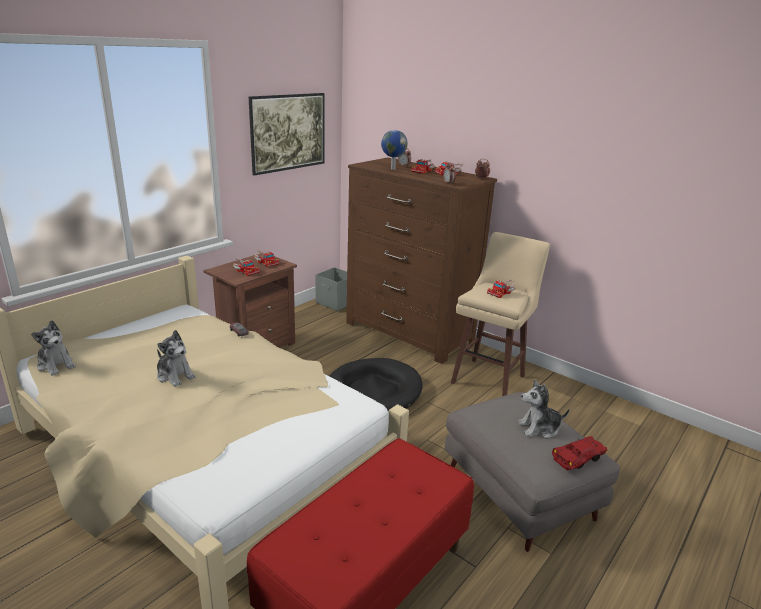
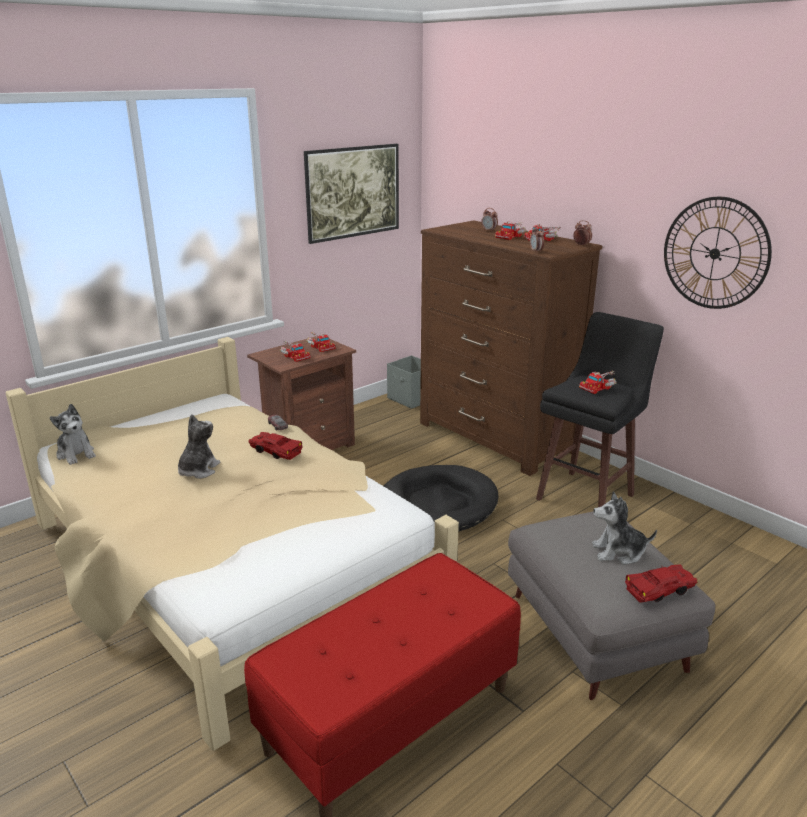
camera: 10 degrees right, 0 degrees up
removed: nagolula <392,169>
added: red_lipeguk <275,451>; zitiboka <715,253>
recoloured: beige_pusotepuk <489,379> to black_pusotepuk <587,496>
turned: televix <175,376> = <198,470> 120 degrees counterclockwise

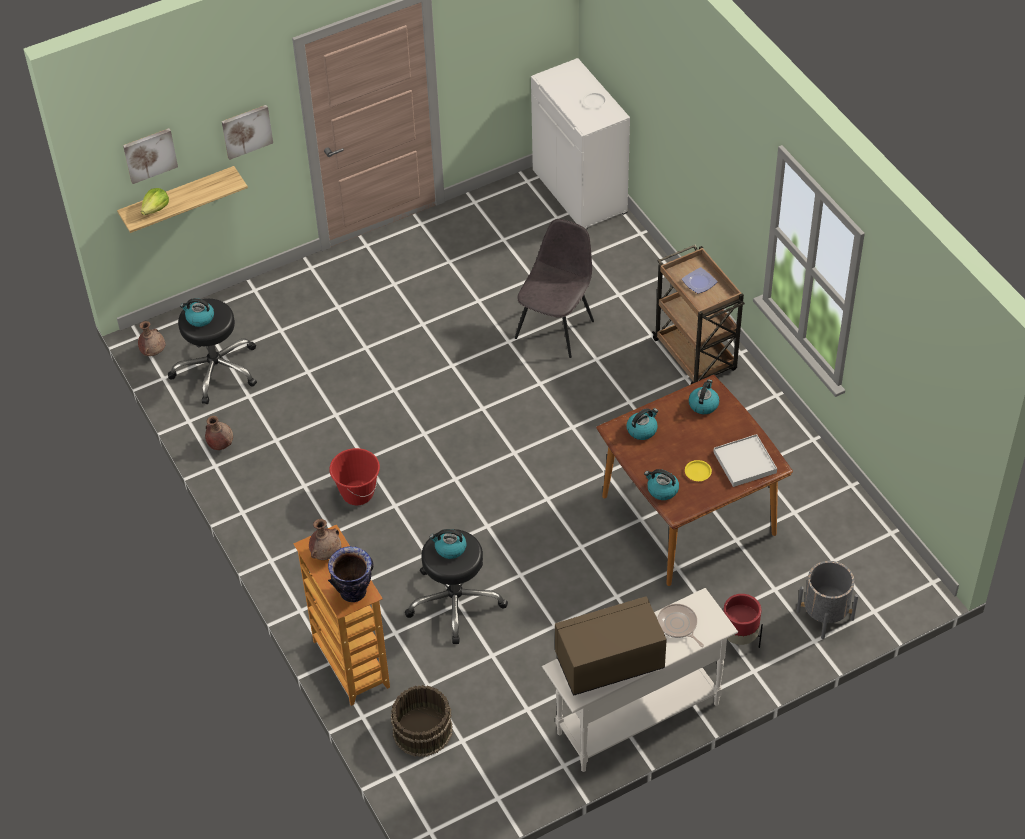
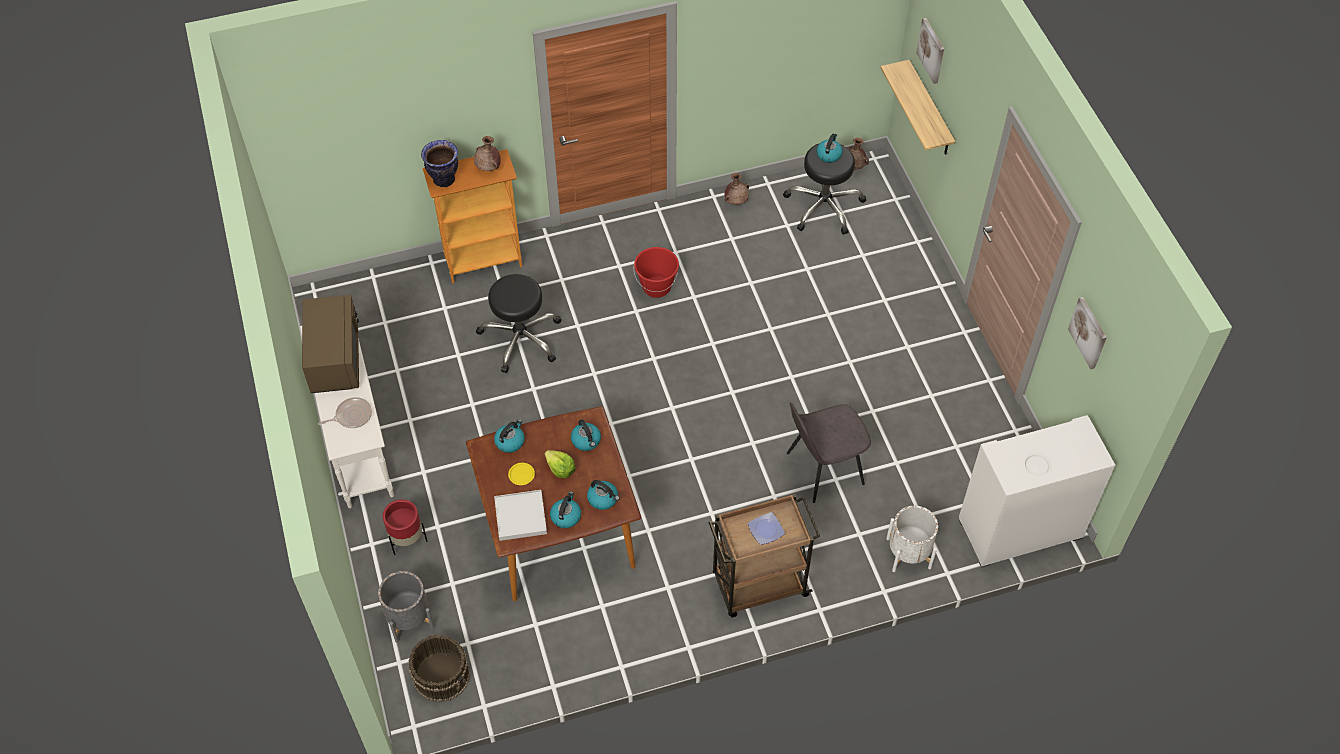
camera: 100 degrees right, 5 degrees up
added: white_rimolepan <908,553>
moved: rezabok <156,209> to <560,469>; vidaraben <246,131> to <1089,332>; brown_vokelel <422,730> to <441,675>; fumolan <450,548> to <566,516>
turned: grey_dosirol <555,328> = <822,469> 120 degrees clockwise

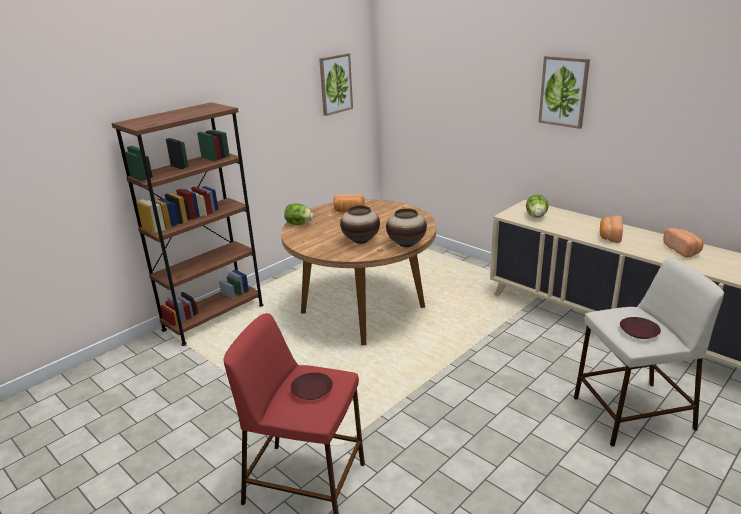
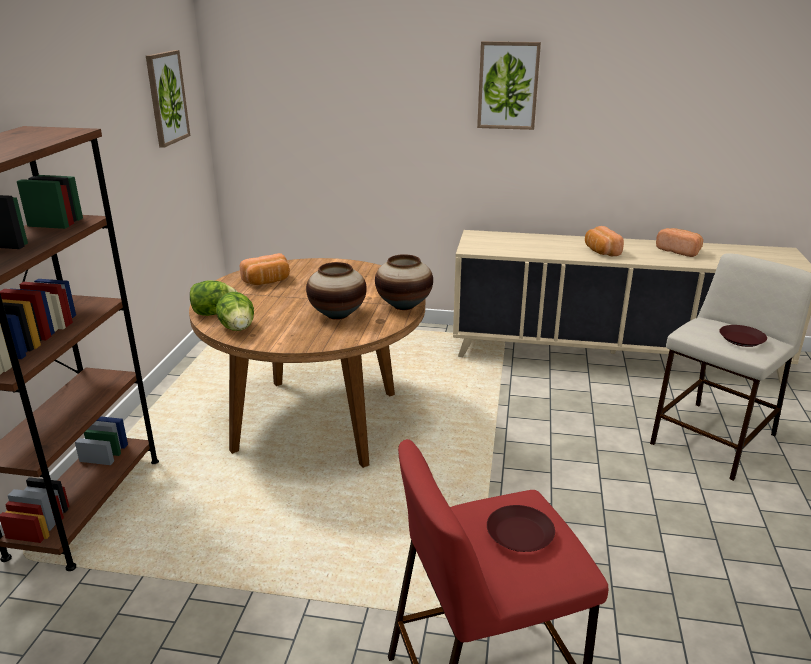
camera: 35 degrees left, 0 degrees up
moved: rezabok <536,216> to <237,328>

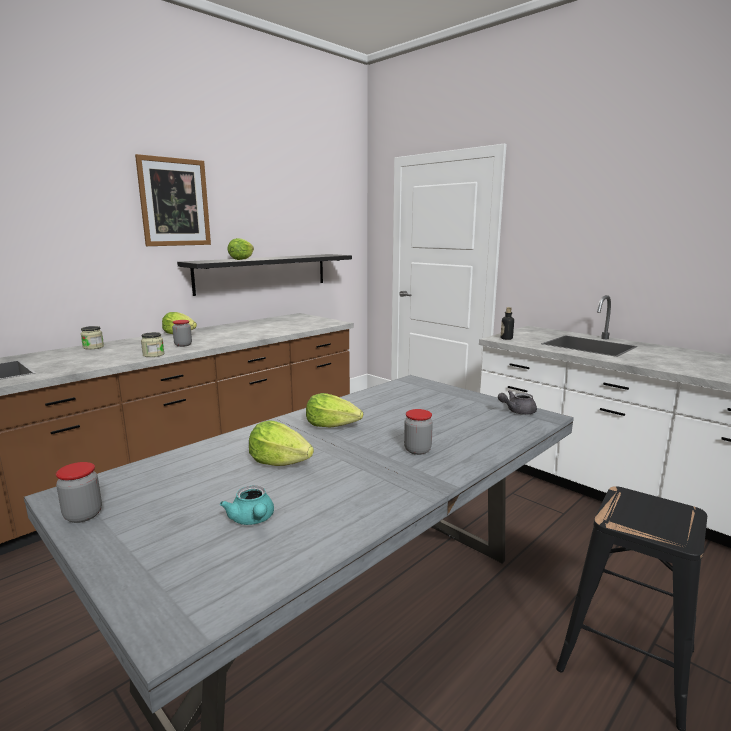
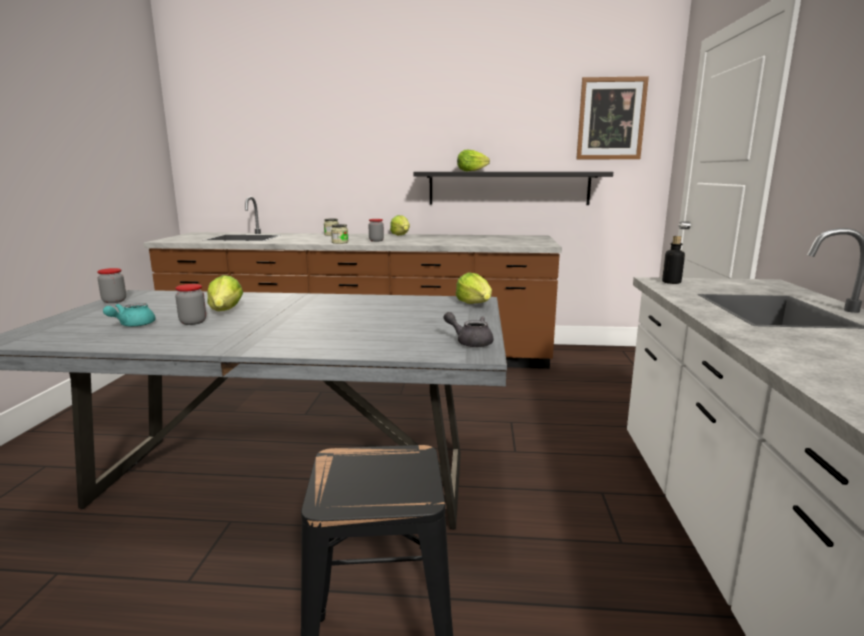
camera: 50 degrees right, 0 degrees up
moved: vidaraben <174,202> to <611,119>; rezabok <332,425> to <475,304>; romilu <417,450> to <193,322>

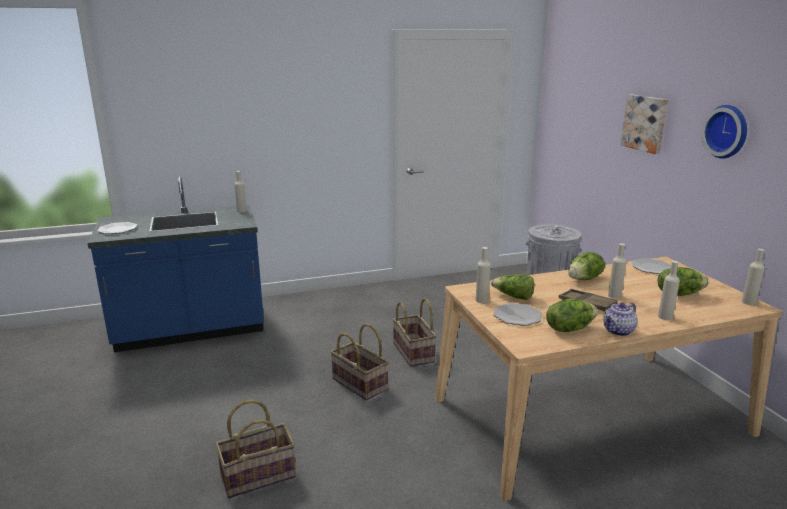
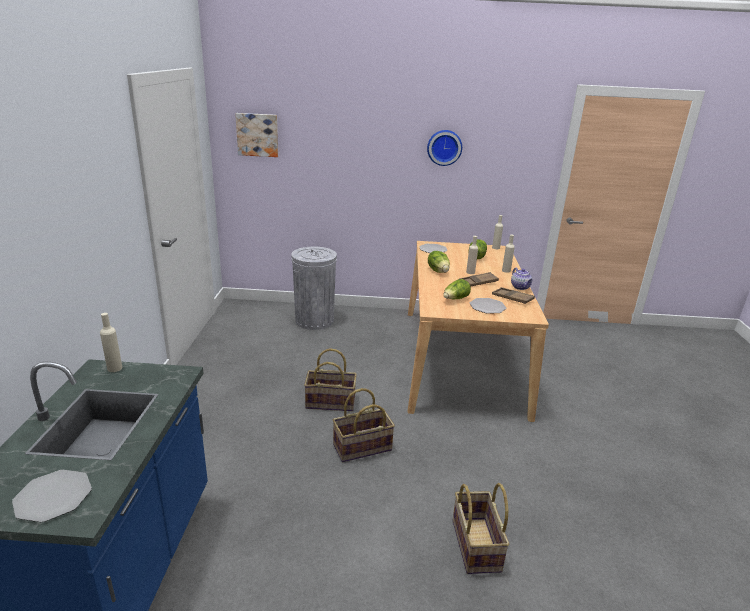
camera: 70 degrees left, 5 degrees up
removed: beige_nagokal <482,300>
moved: vidaraben <645,123> to <257,134>
replaced: rezabok <569,328> to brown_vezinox <512,298>

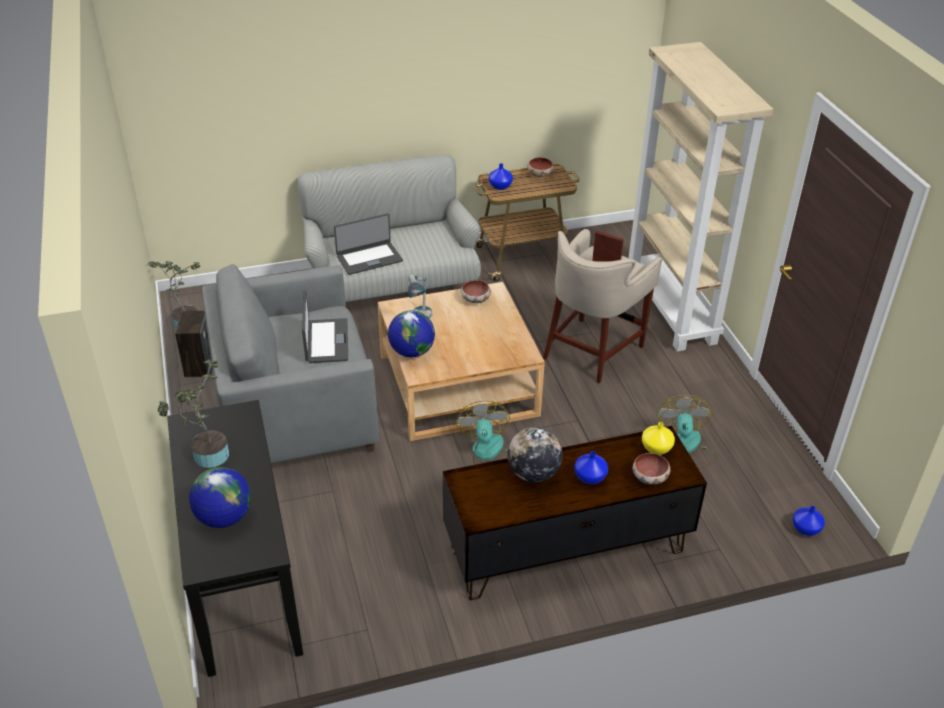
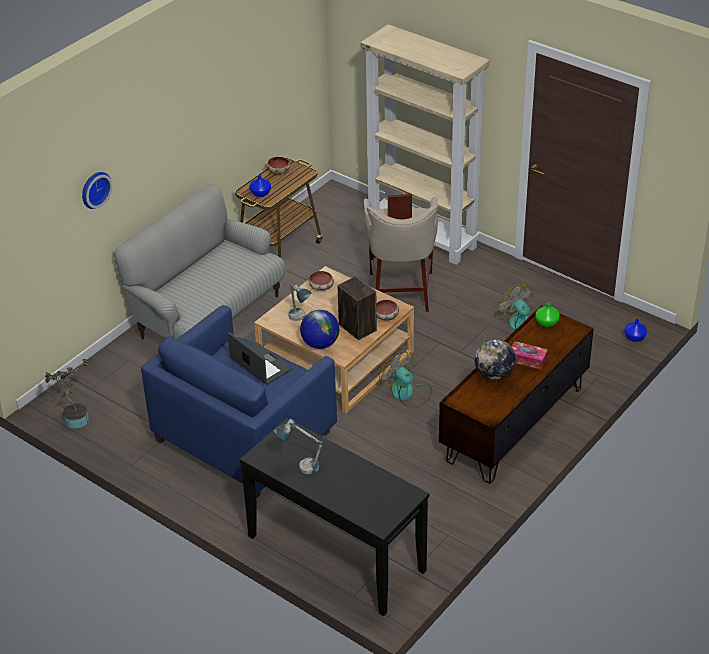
camera: 35 degrees left, 0 degrees up
removed: nagolula <224,517>; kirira <369,258>
added: zitiboka <94,189>
moved: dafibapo <200,365> to <357,328>; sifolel <649,478> to <386,317>
replaced: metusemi <207,456> to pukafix <300,467>; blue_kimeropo <589,477> to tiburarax <527,359>
recoloured: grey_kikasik <296,413> to blue_kikasik <245,437>; yellow_kimeropo <656,448> to green_kimeropo <547,323>

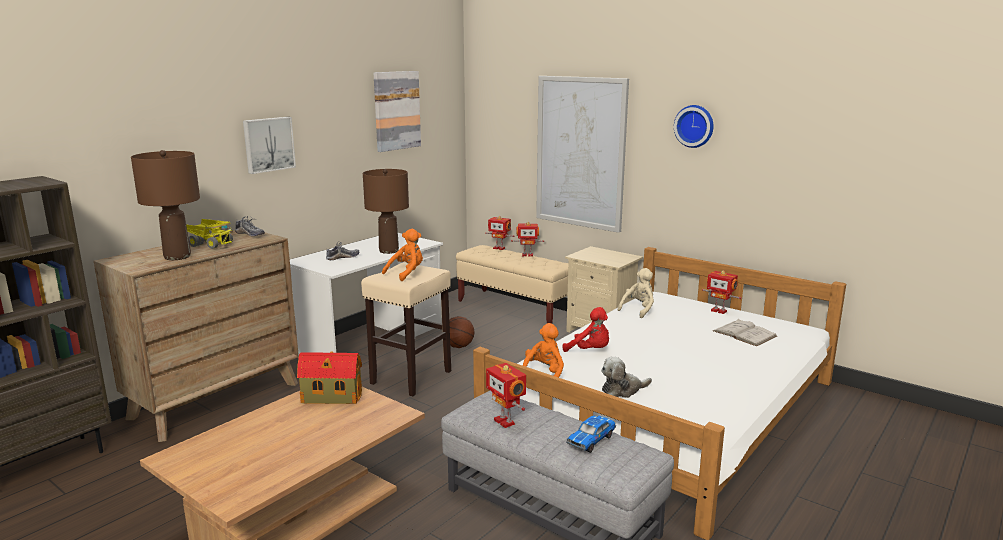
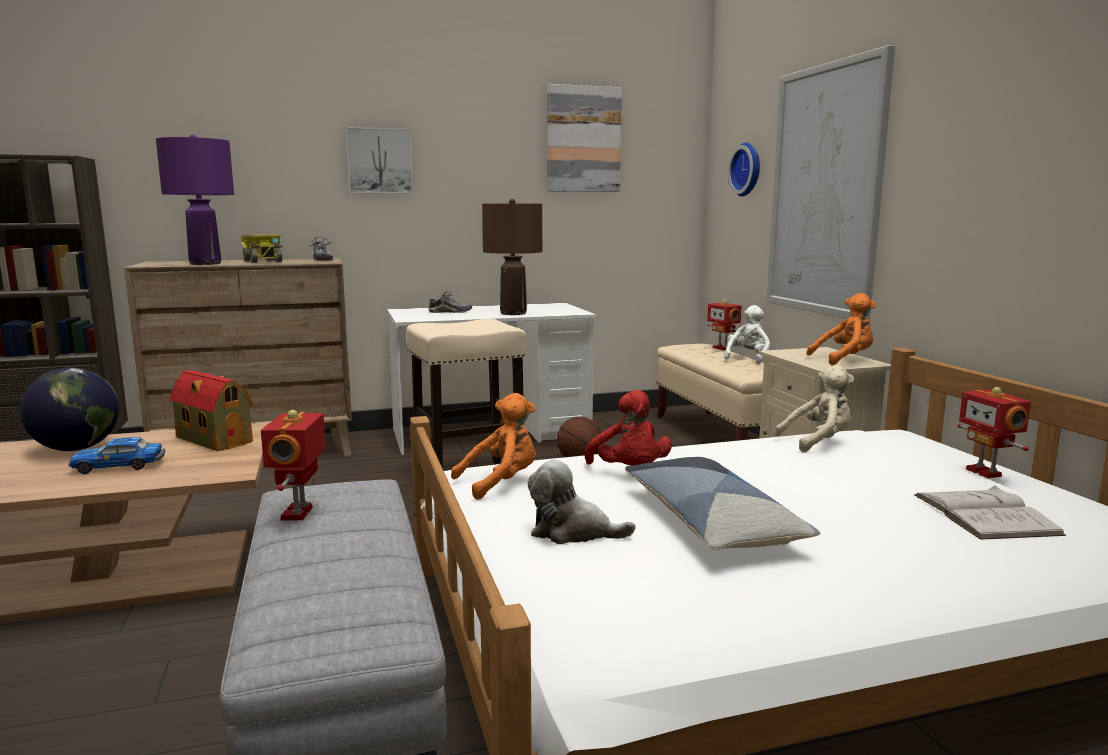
camera: 35 degrees right, 5 degrees down
added: nagolula <77,448>; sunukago <710,521>
moved: orange_televix <407,273> to <844,359>; lipeguk <591,440> to <120,466>; zitiboka <694,126> to <748,169>
replaced: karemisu <527,255> to white_televix <747,358>
recoloured: brown_pukafix <177,257> to purple_pukafix <205,263>

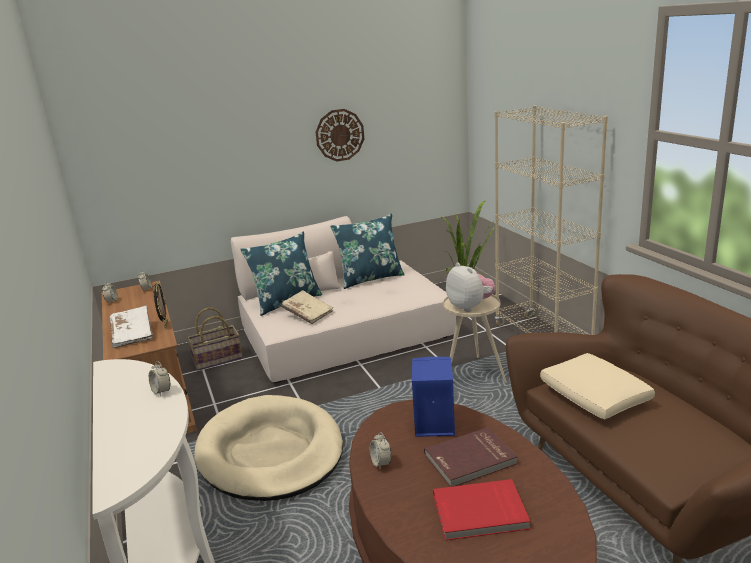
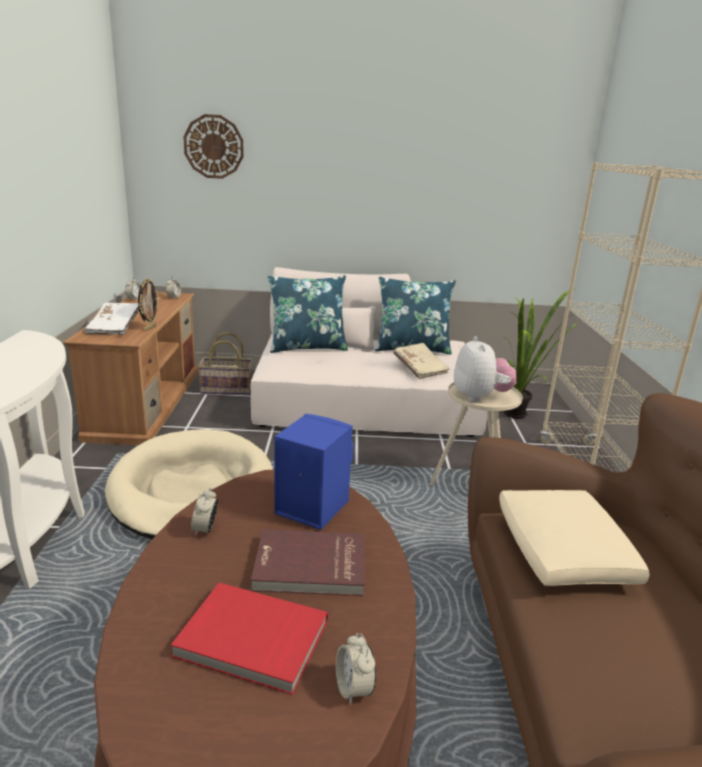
camera: 20 degrees right, 0 degrees up
moved: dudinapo <162,391> to <354,688>; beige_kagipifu <308,314> to <420,369>; zitiboka <339,135> to <214,146>

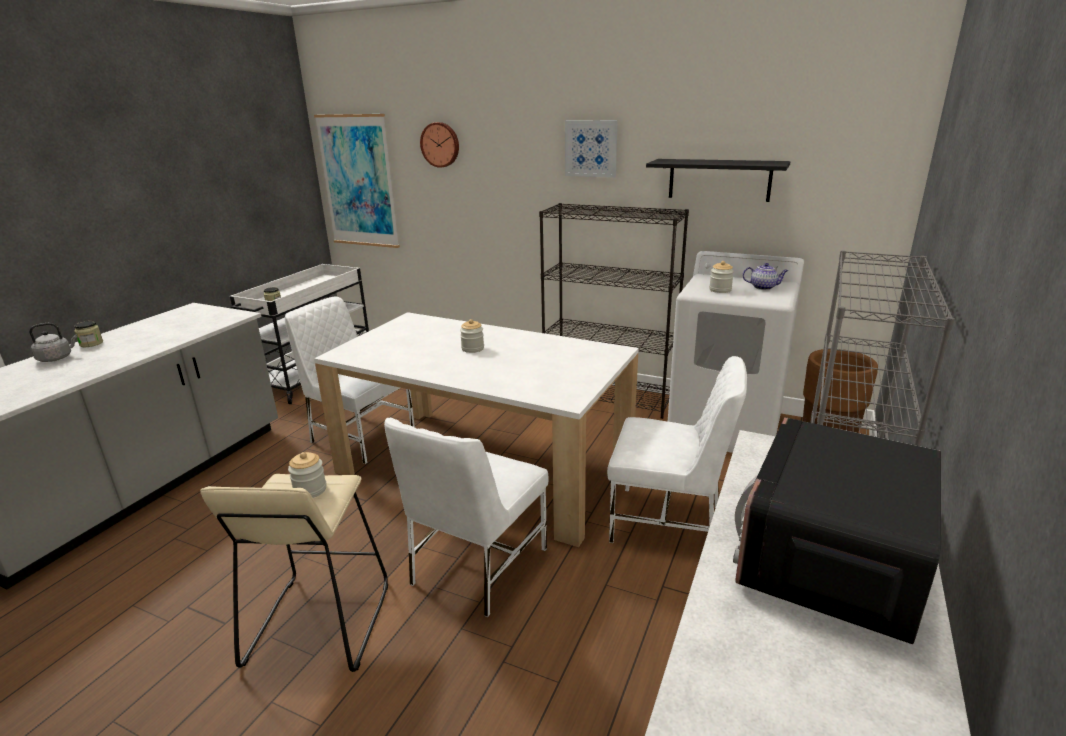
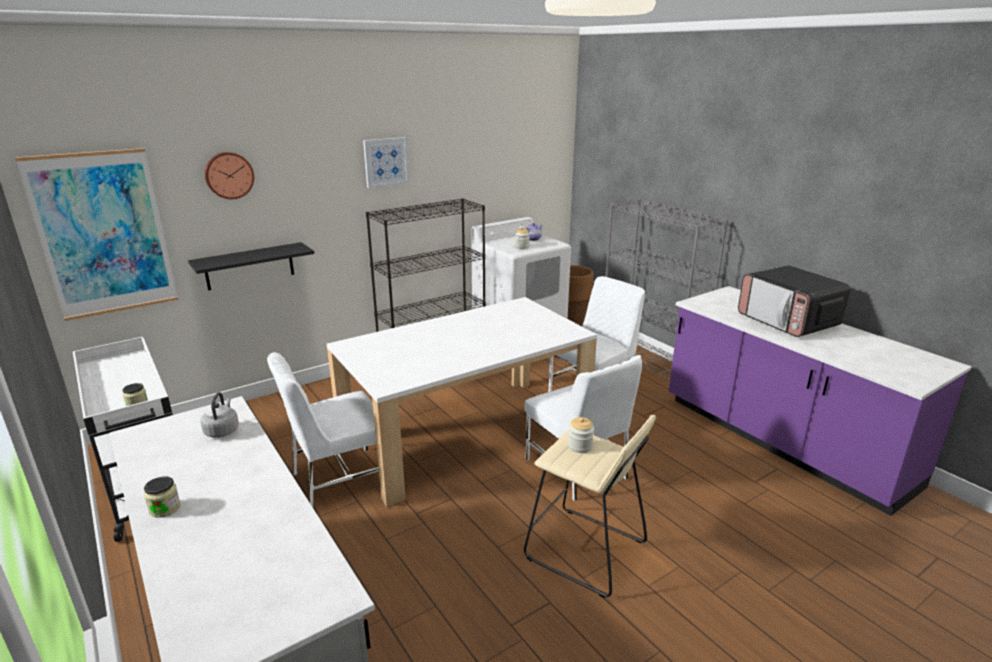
camera: 60 degrees left, 0 degrees up
removed: romilu <472,348>
moved: grey_fumolan <57,358> to <222,430>; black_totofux <719,179> to <249,266>

